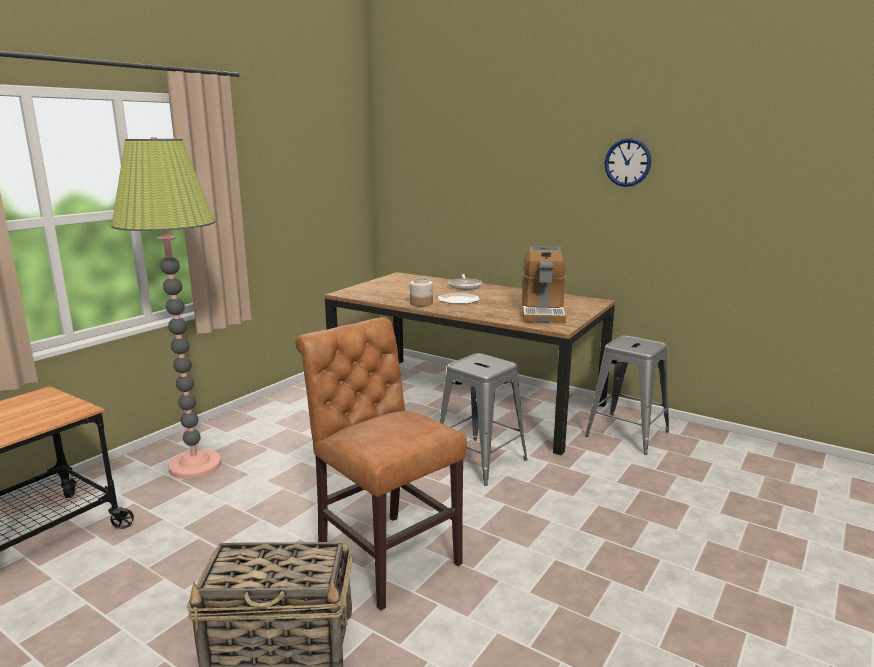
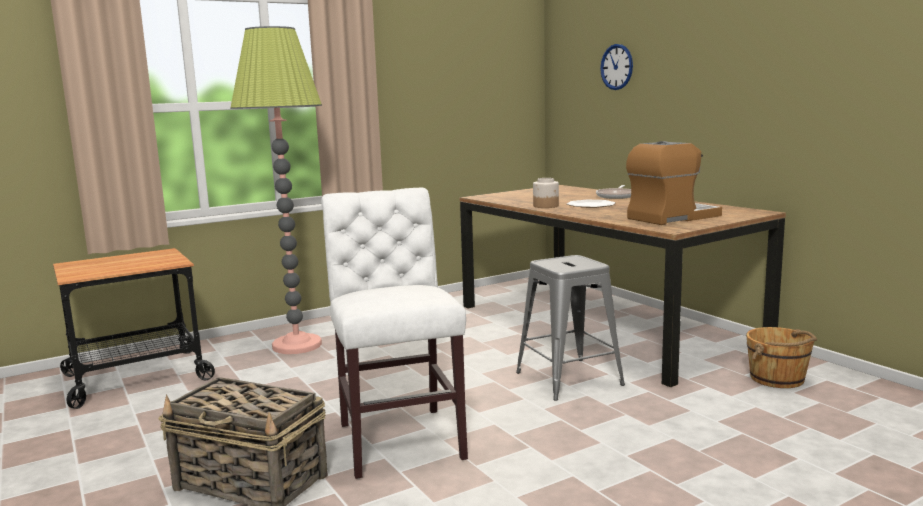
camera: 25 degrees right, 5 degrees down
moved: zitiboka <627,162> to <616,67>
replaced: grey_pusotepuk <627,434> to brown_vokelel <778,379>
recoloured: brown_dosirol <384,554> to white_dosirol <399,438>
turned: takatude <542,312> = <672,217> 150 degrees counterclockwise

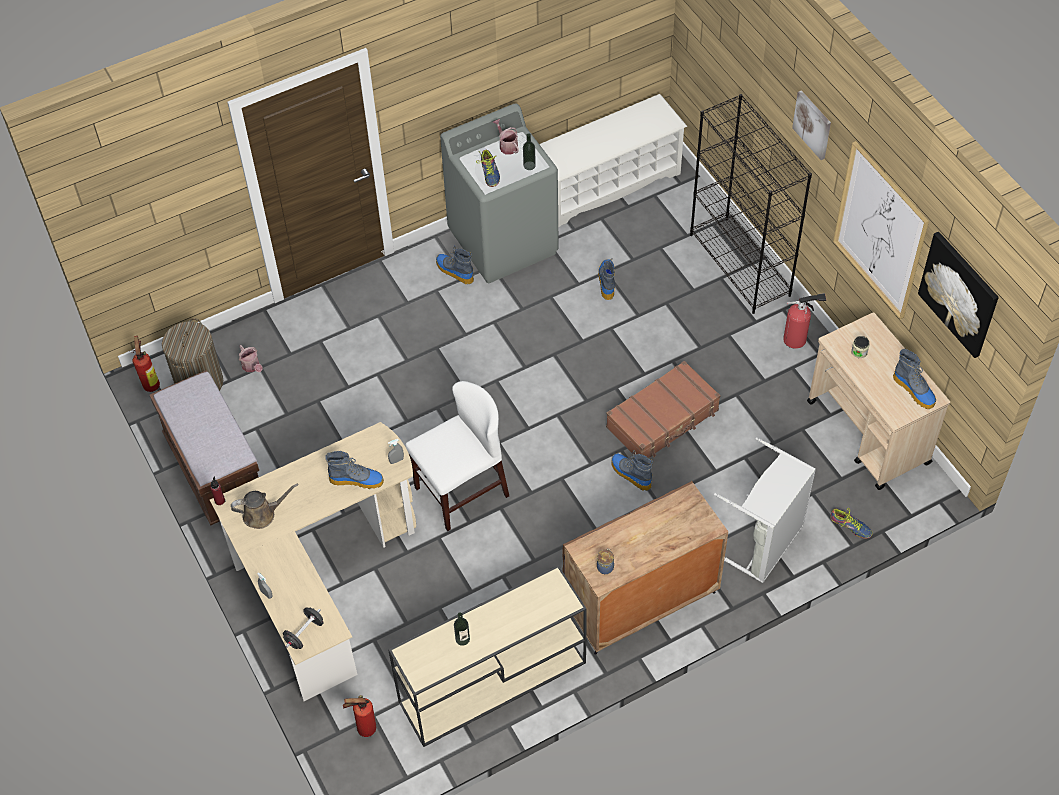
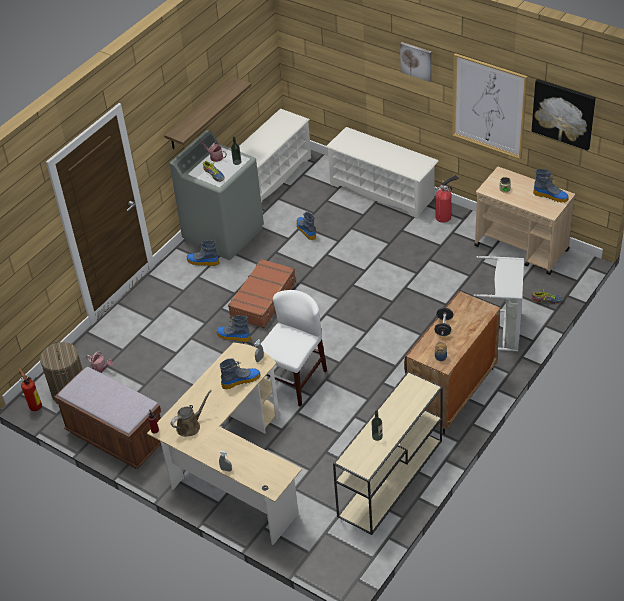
camera: 25 degrees left, 10 degrees down
removed: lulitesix <363,729>
added: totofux <200,114>
moved: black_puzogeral <304,633> to <443,327>; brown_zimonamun <663,419> to <264,299>; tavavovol <630,474> to <233,336>
replaced: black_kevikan <740,265> to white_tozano <382,191>

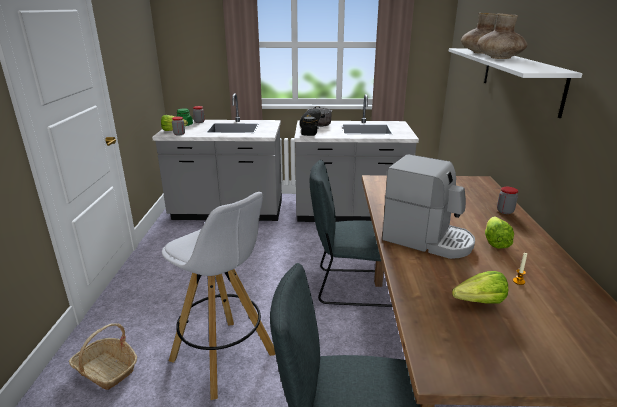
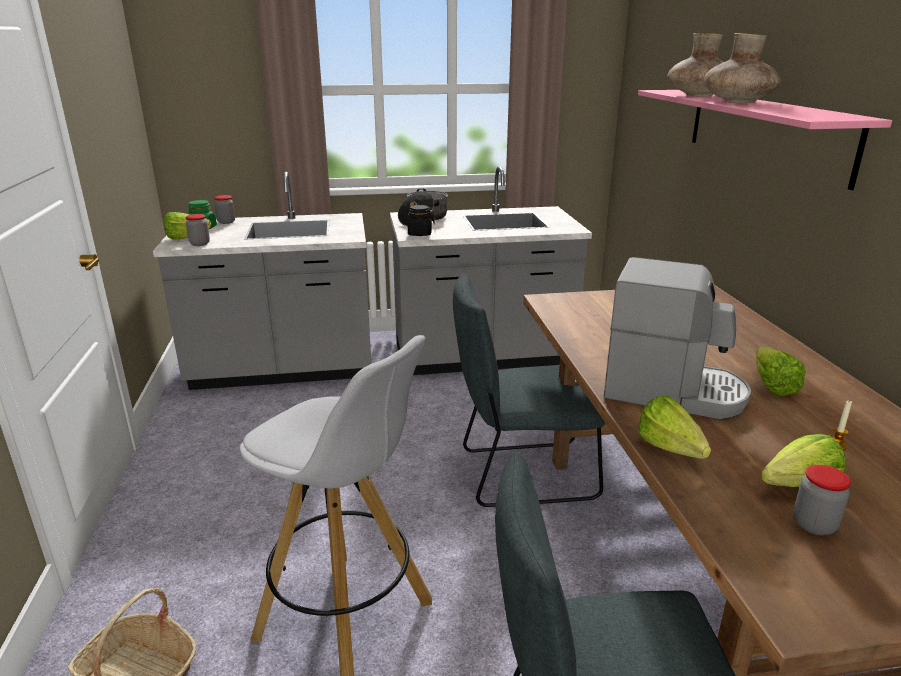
camera: 10 degrees left, 0 degrees up
added: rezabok <673,453>
moved: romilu <505,211> to <814,524>
recoloured: white_totofux <519,78> to pink_totofux <764,132>

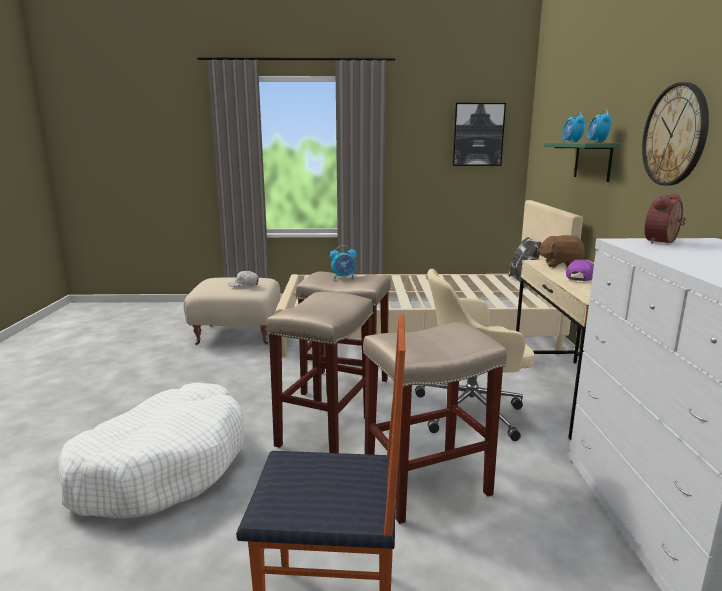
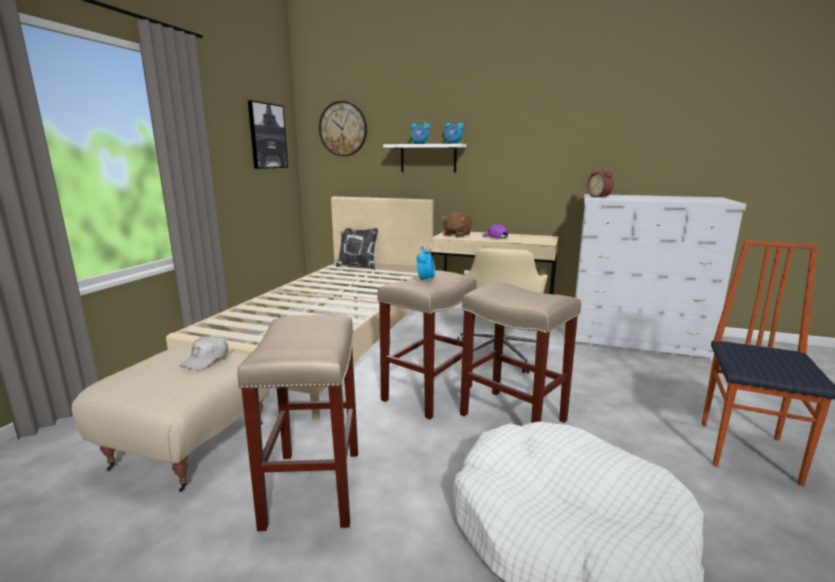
camera: 70 degrees left, 0 degrees up
moved: beige_pusotepuk <428,484> to <313,486>; zitiboka <675,135> to <343,129>
recoloured: green_totofux <592,161> to white_totofux <428,158>

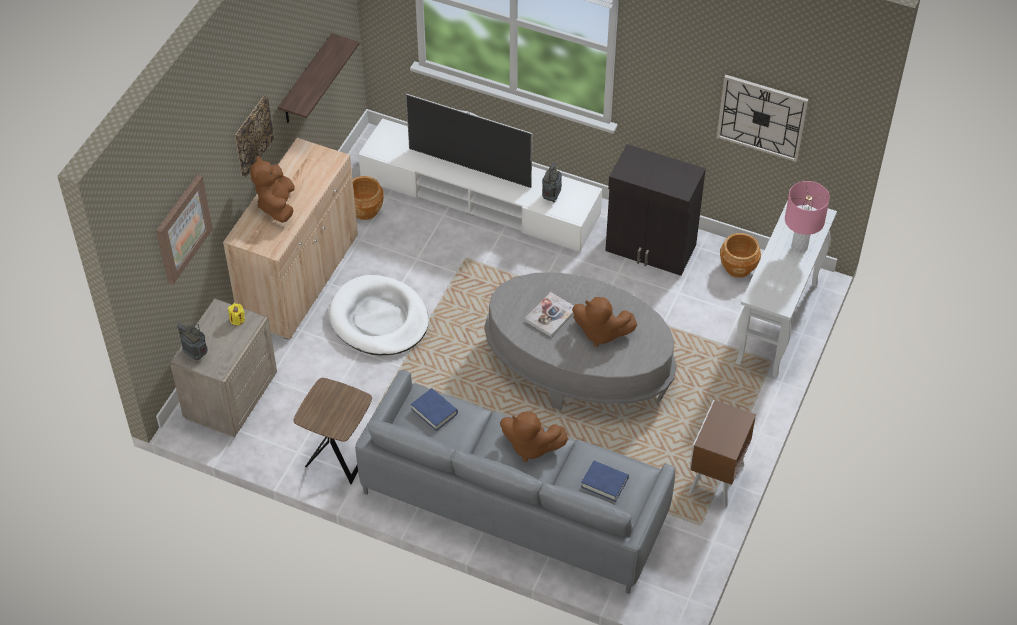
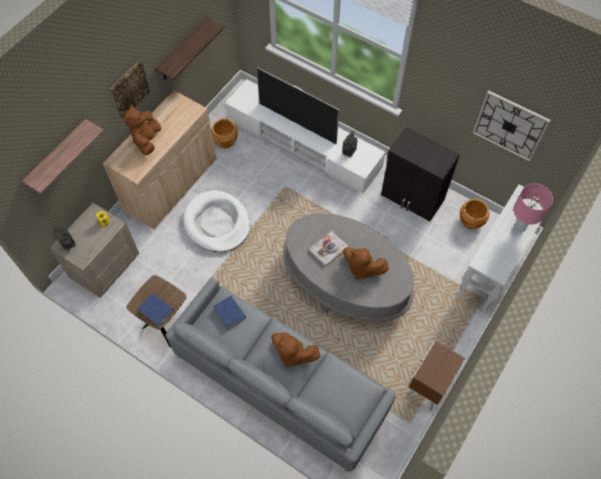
camera: 10 degrees right, 10 degrees up
moved: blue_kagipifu <604,483> to <156,310>
replaced: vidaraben <182,228> to totofux <58,157>

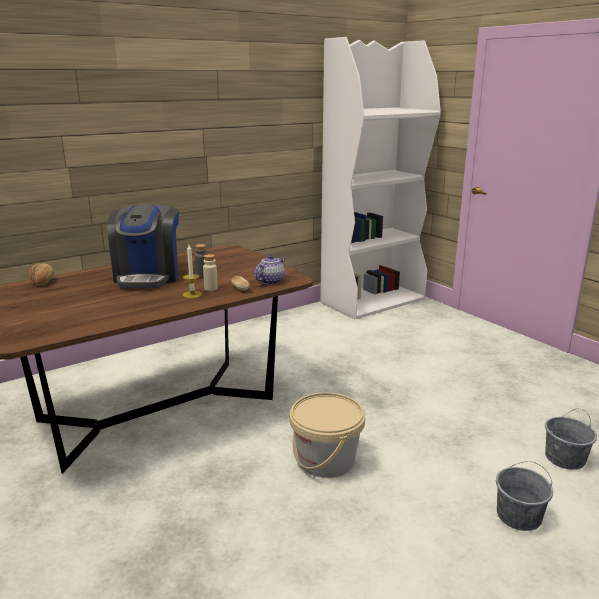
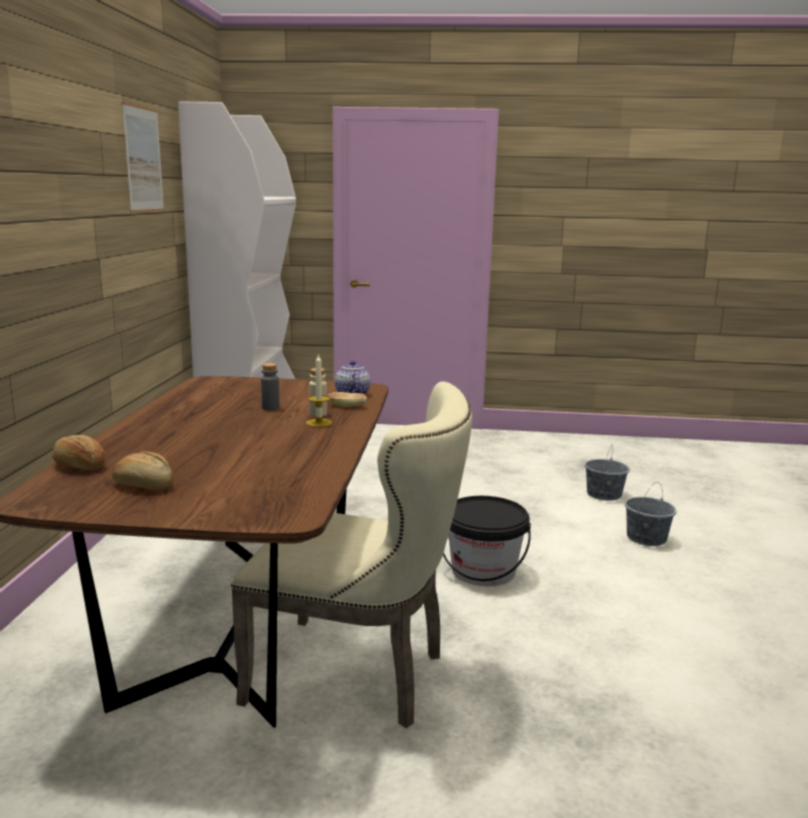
camera: 50 degrees left, 5 degrees down
removed: takatude <148,276>
added: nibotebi <144,485>; vidaraben <143,159>; beige_dosirol <360,675>
recoloured: beige_vokelel <326,460> to black_vokelel <483,571>

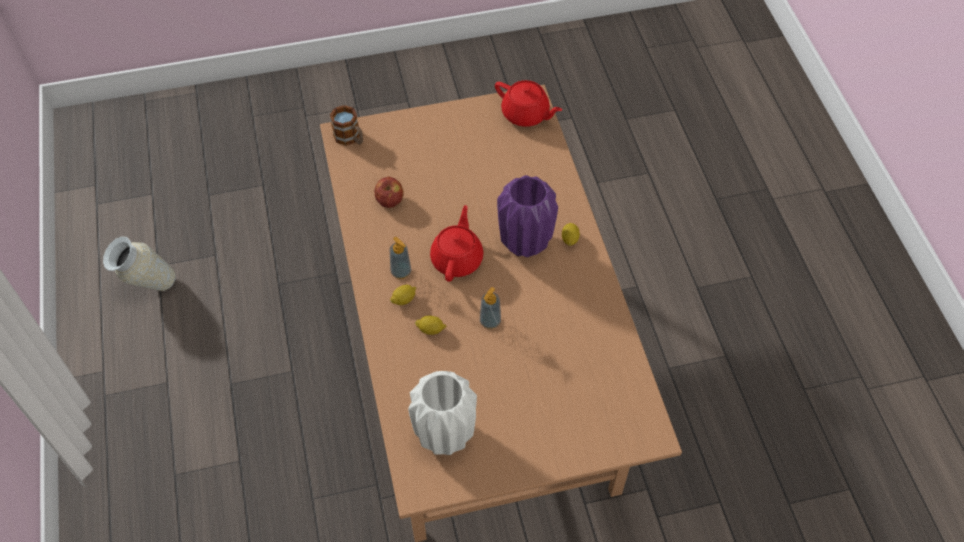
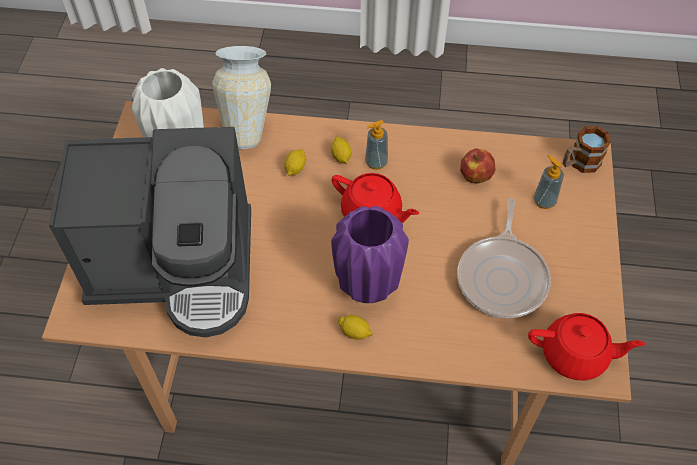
camera: 110 degrees right, 0 degrees up
added: takatude <177,266>; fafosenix <503,276>
moved: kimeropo <148,287> to <248,127>; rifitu <490,321> to <544,201>
turned: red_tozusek <526,114> = <575,355> 135 degrees counterclockwise

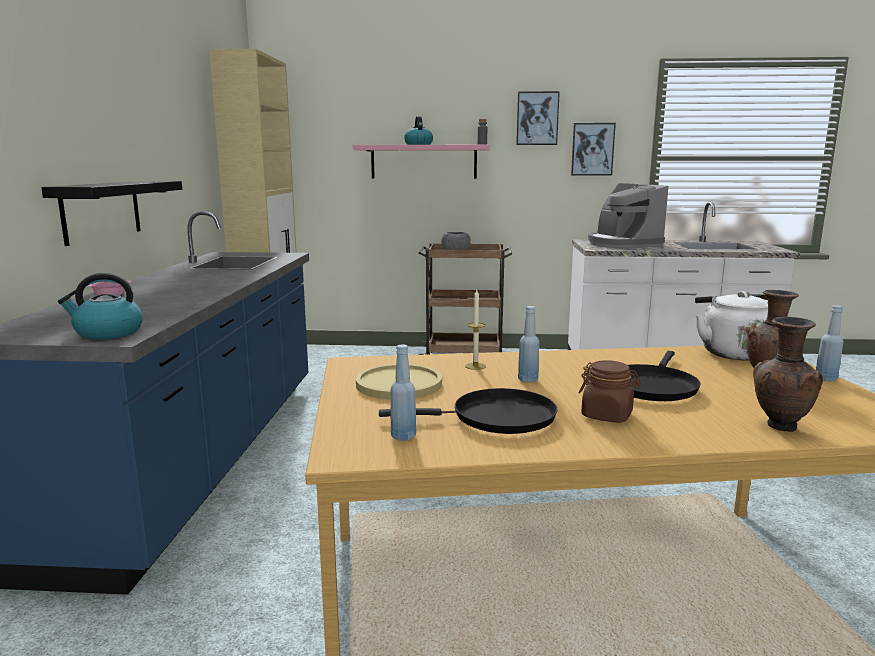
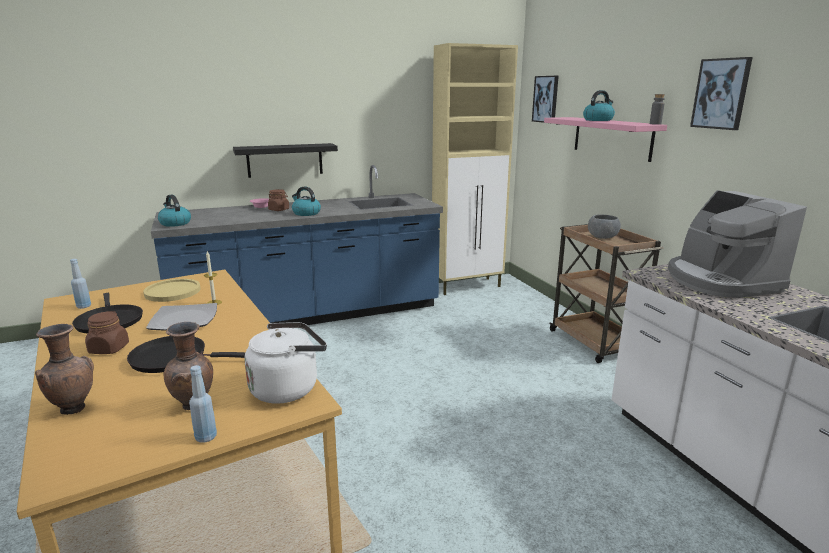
camera: 65 degrees right, 5 degrees up
added: brown_romilu <279,210>; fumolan <306,213>
moved: vidaraben <592,149> to <546,99>
replaced: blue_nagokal <528,380> to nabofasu <184,320>
turned: takatude <622,244> = <720,281> 60 degrees counterclockwise

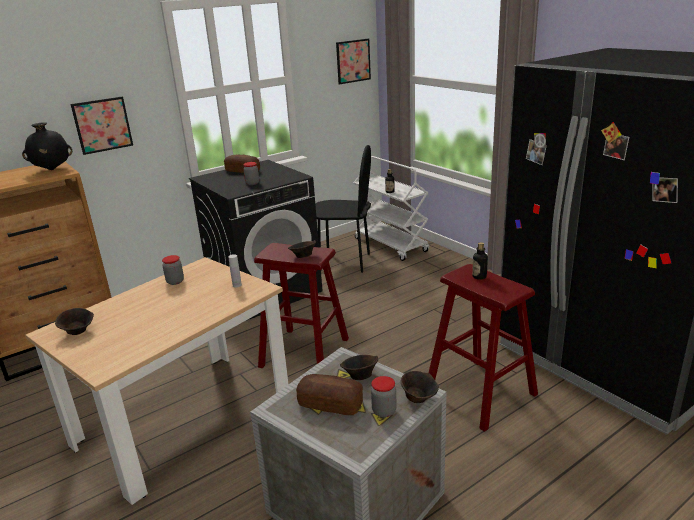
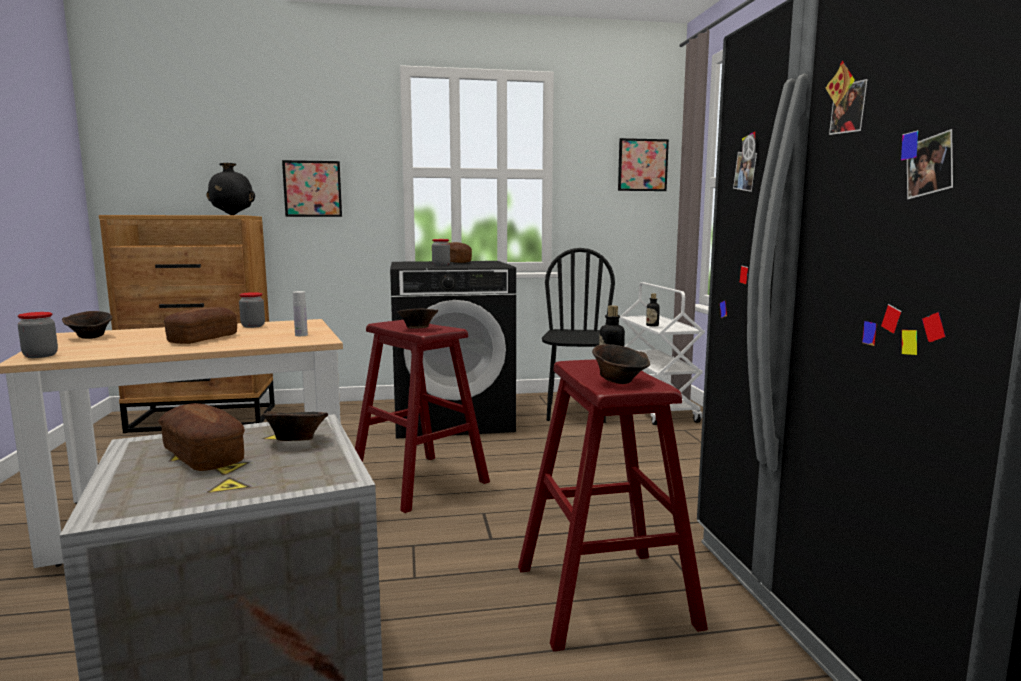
camera: 25 degrees right, 15 degrees down
added: nibotebi <203,339>
moved: romilu <384,411> to <40,355>; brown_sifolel <419,398> to <620,382>
turned: black_dosirol <344,262> = <576,412> 120 degrees counterclockwise

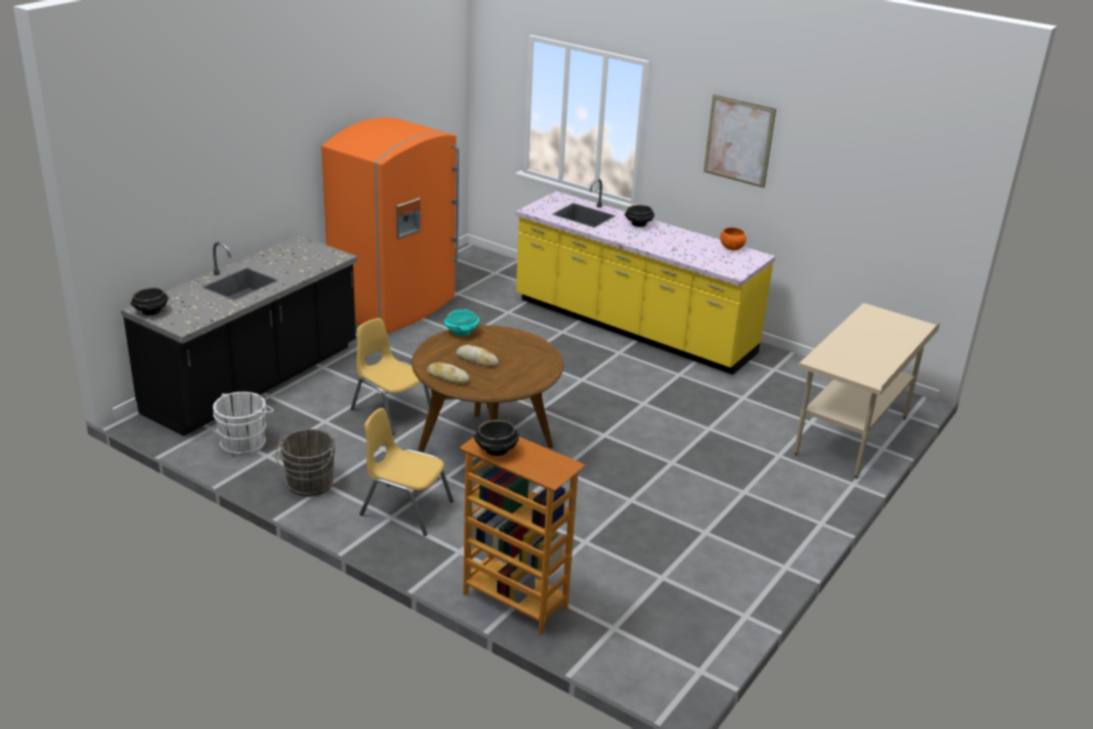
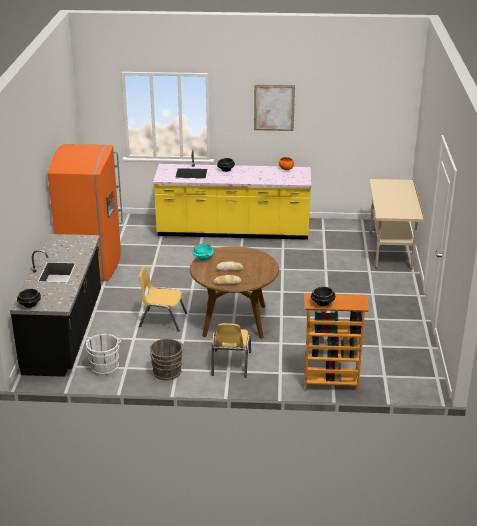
camera: 30 degrees left, 0 degrees up
turned: yellow_dosirol <406,508> = <230,364> 75 degrees counterclockwise

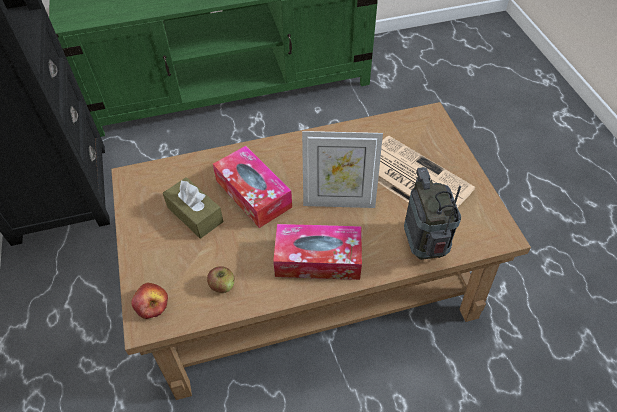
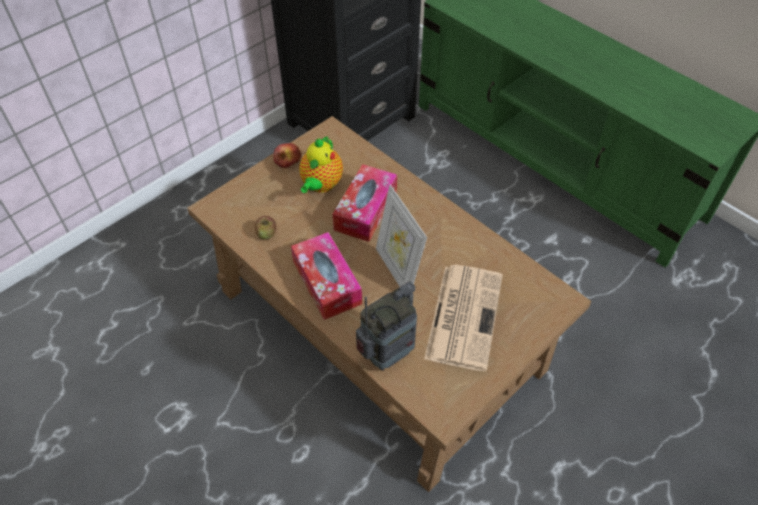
camera: 60 degrees right, 0 degrees up
moved: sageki <152,304> to <288,160>
replaced: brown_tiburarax <195,214> to tozusek <321,185>

